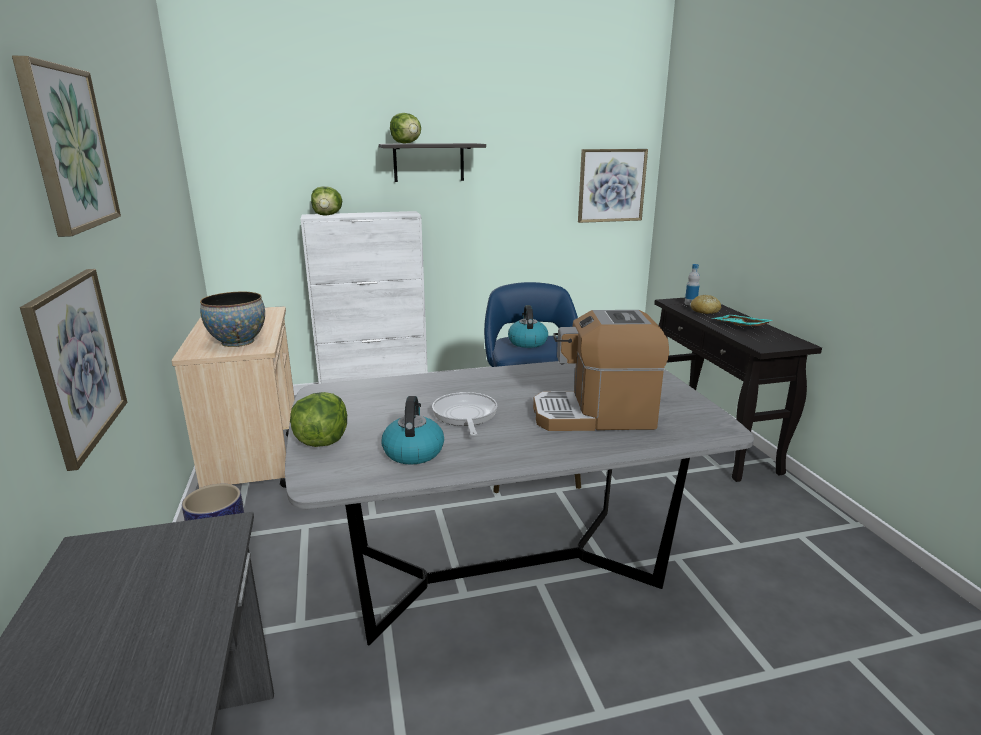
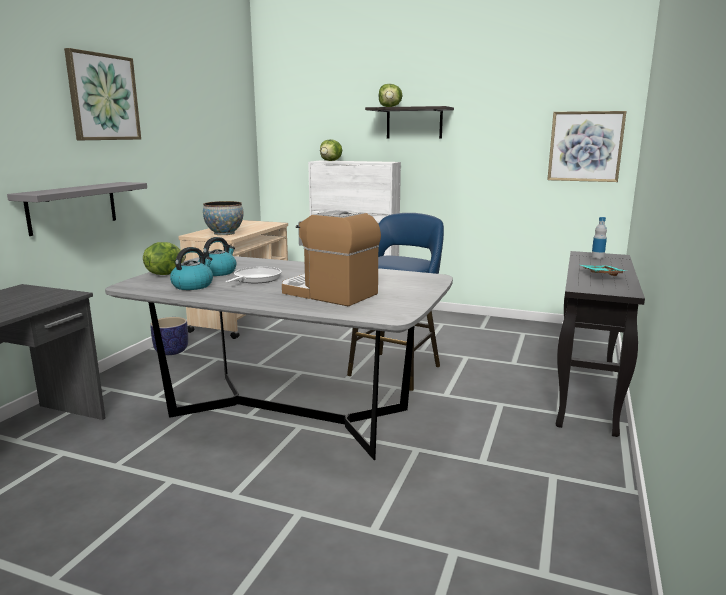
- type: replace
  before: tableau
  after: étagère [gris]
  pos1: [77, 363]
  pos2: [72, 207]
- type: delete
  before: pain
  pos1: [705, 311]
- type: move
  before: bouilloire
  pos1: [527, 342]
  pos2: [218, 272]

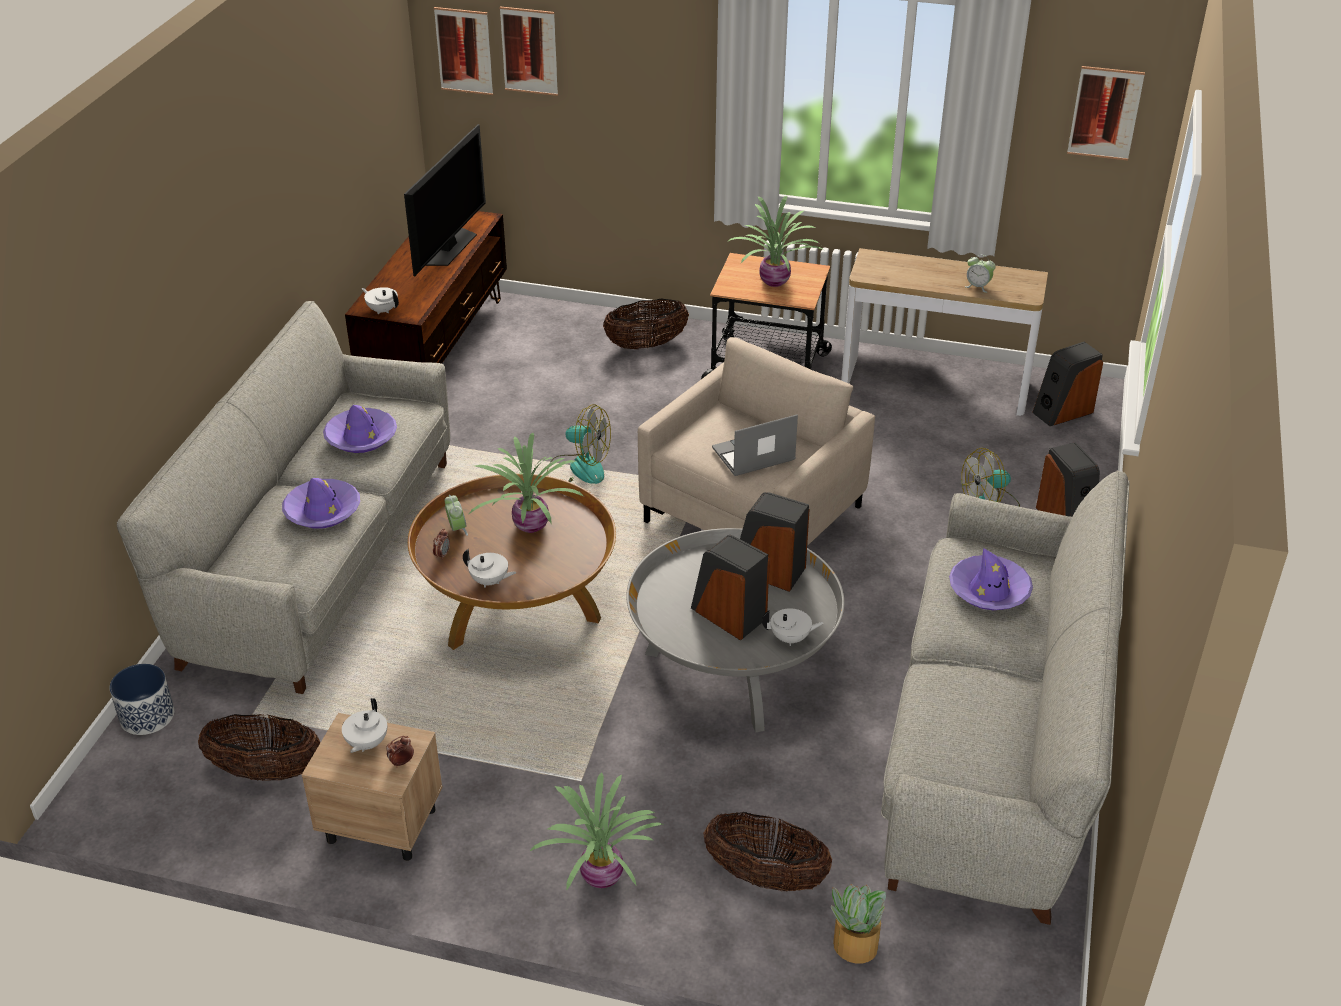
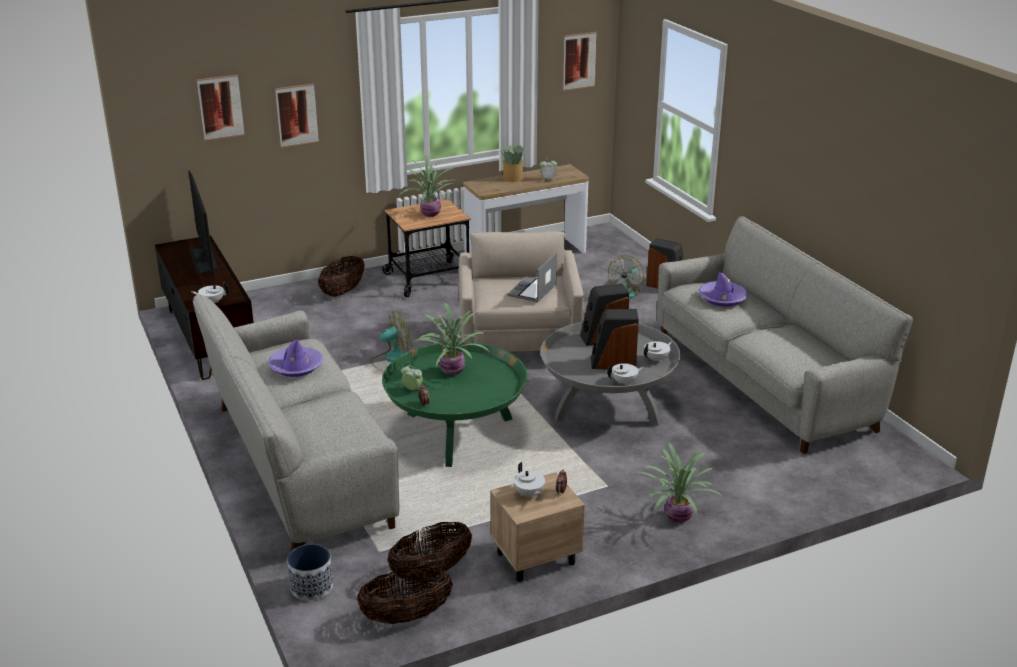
- type: move
  before: tableau
  pos1: [464, 51]
  pos2: [297, 115]
- type: delete
  before: enceinte
  pos1: [1062, 411]
- type: recolor
  before: table basse [marron]
  after: table basse [vert]
  pos1: [517, 606]
  pos2: [456, 432]
- type: delete
  before: chapeau [violet]
  pos1: [322, 511]
- type: move
  before: théière [blanc]
  pos1: [490, 581]
  pos2: [624, 382]
- type: move
  before: panier
  pos1: [765, 877]
  pos2: [406, 616]
- type: move
  before: plante en pot
  pos1: [854, 945]
  pos2: [512, 178]

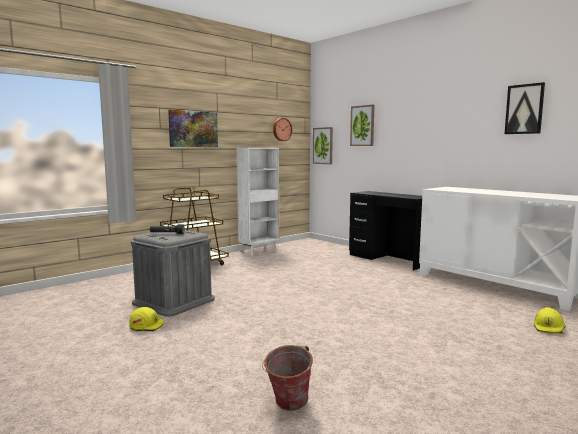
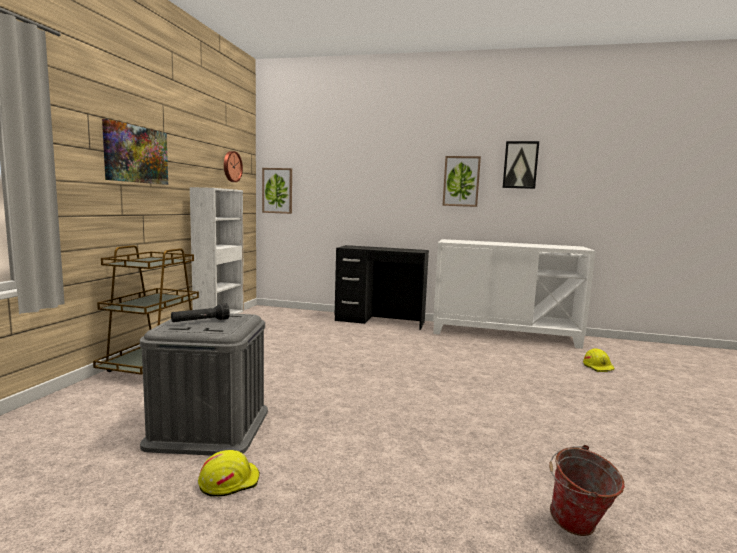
- type: move
  before: tableau
  pos1: [362, 126]
  pos2: [461, 181]

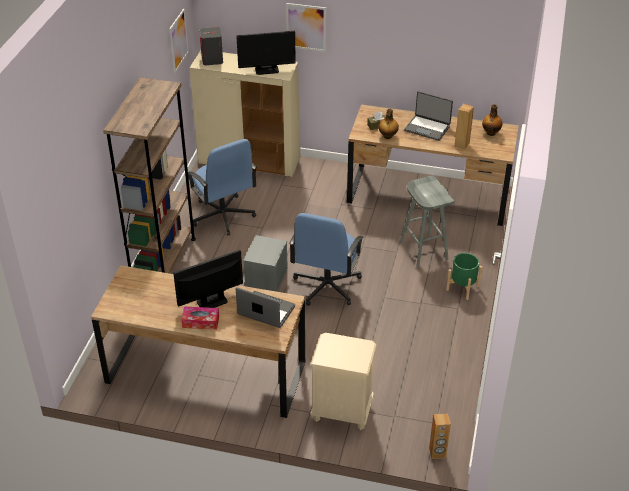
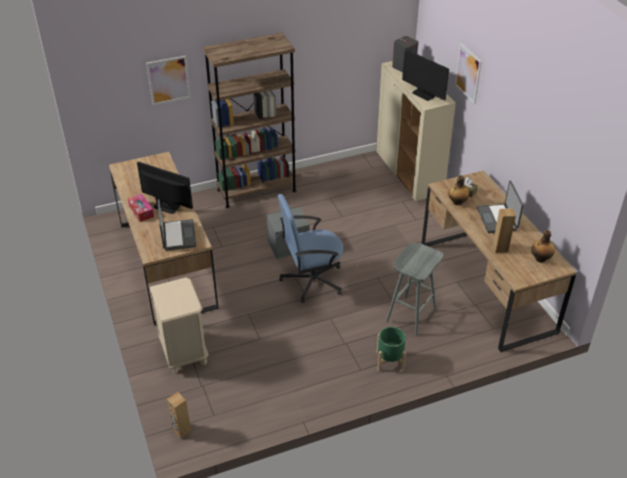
- type: move
  before: tableau
  pos1: [178, 40]
  pos2: [169, 80]
- type: delete
  before: chaise de bureau [bleu]
  pos1: [223, 216]

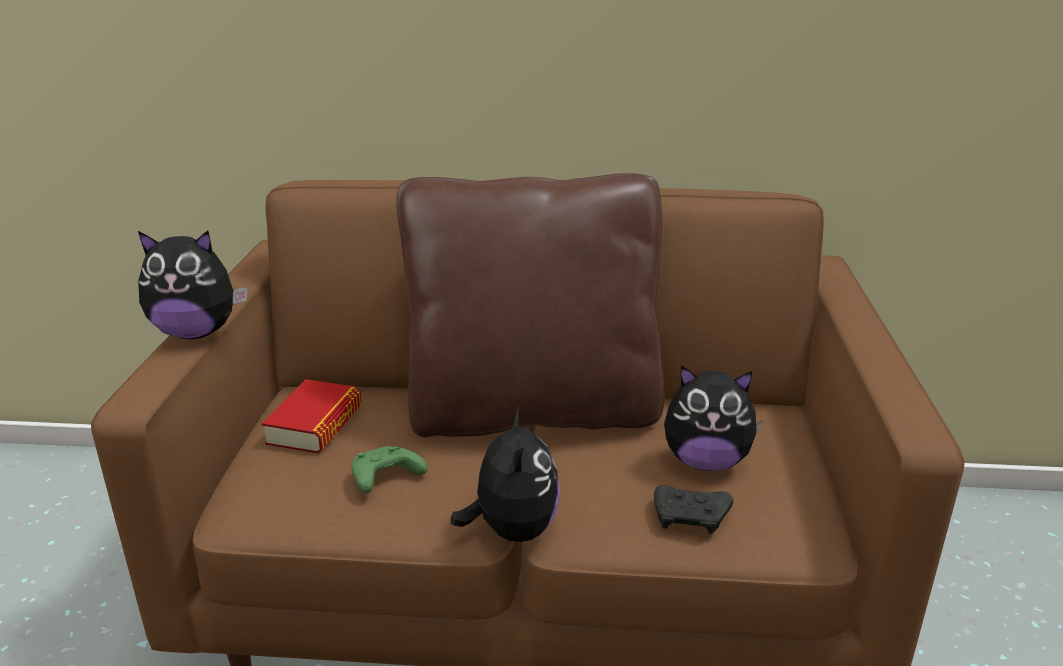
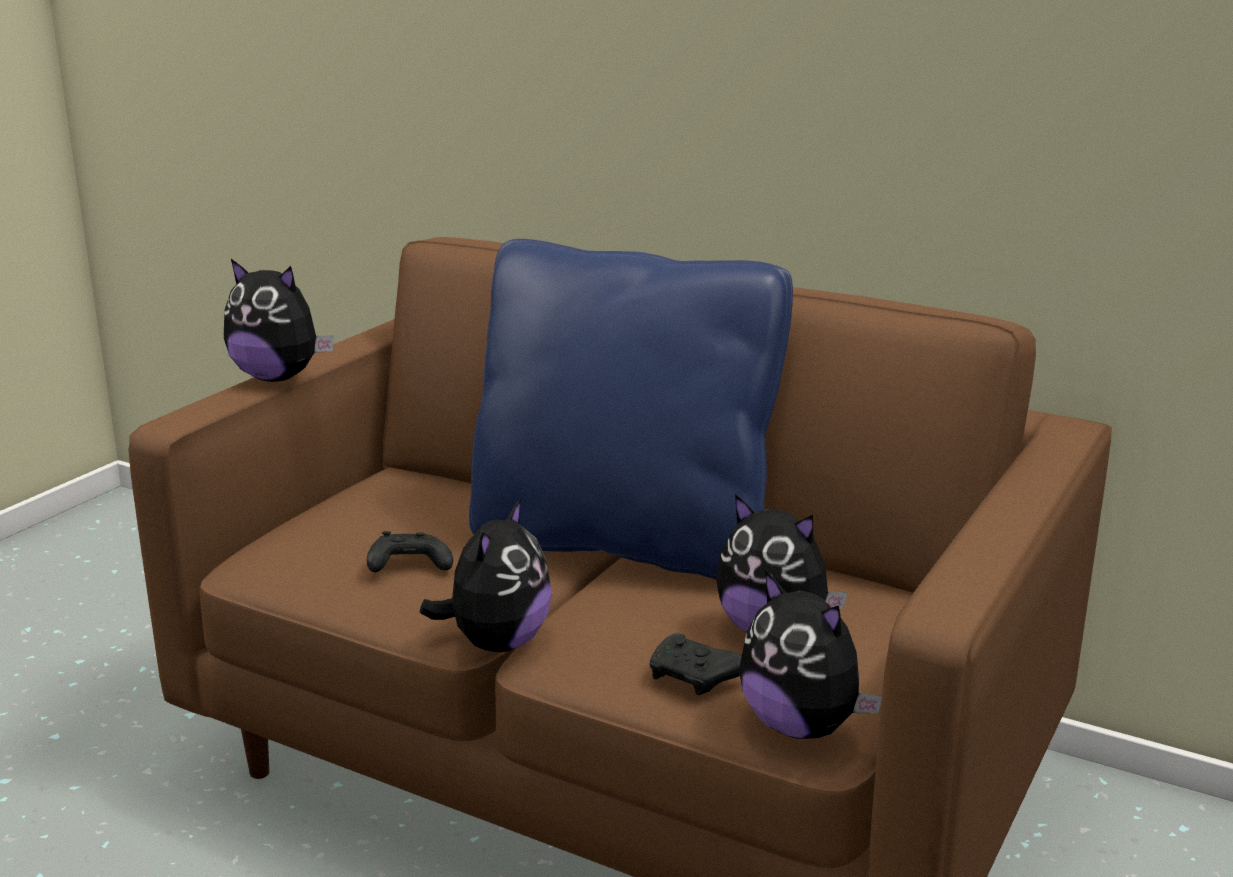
- type: recolor
  before: coussin [marron]
  after: coussin [bleu]
  pos1: [533, 410]
  pos2: [623, 540]
- type: delete
  before: livre
  pos1: [315, 425]
- type: recolor
  before: manette [vert]
  after: manette [noir]
  pos1: [384, 479]
  pos2: [407, 567]
- type: insert
  after: peluche
  pos2: [801, 726]

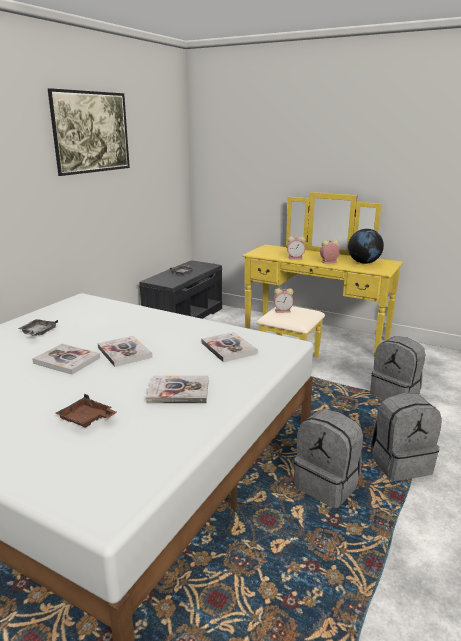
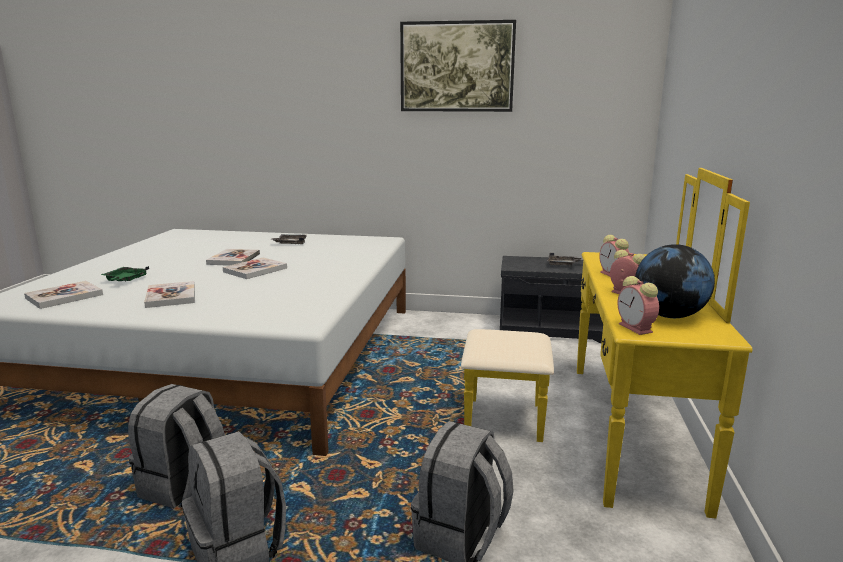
- type: move
  before: réveil
  pos1: [283, 311]
  pos2: [636, 328]
- type: move
  before: livre
  pos1: [228, 348]
  pos2: [64, 296]
- type: recolor
  before: plateau [marron]
  after: plateau [vert]
  pos1: [86, 419]
  pos2: [125, 280]

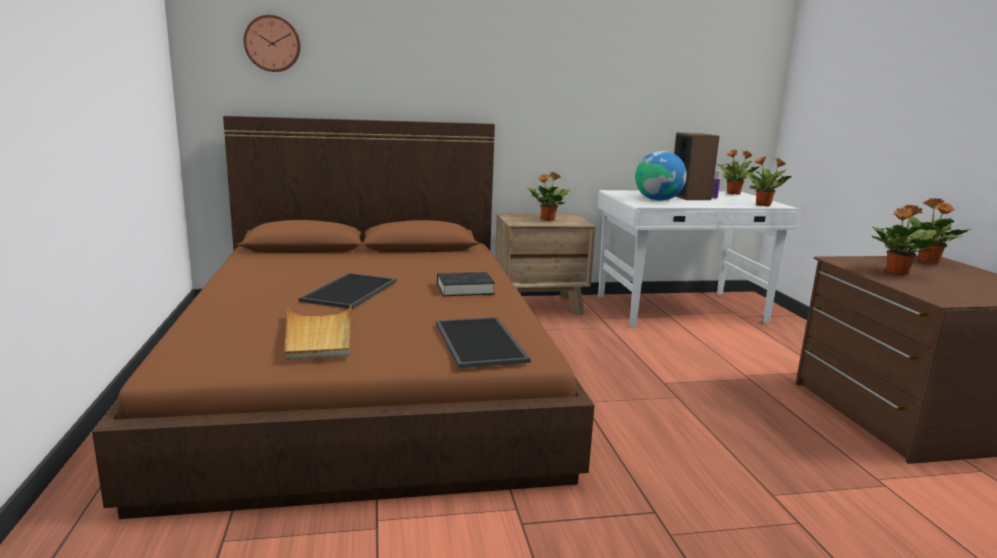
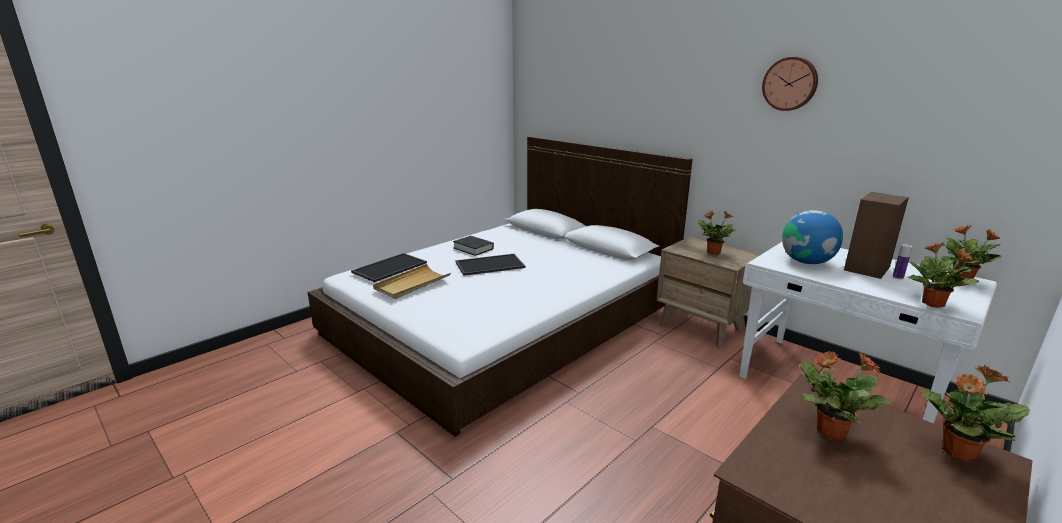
- type: move
  before: horloge murale
  pos1: [272, 44]
  pos2: [790, 84]
- type: recolor
  before: lit [marron]
  after: lit [blanc]
  pos1: [366, 369]
  pos2: [506, 318]
- type: move
  before: livre [noir]
  pos1: [465, 289]
  pos2: [473, 248]
- type: move
  before: plateau
  pos1: [482, 342]
  pos2: [390, 268]

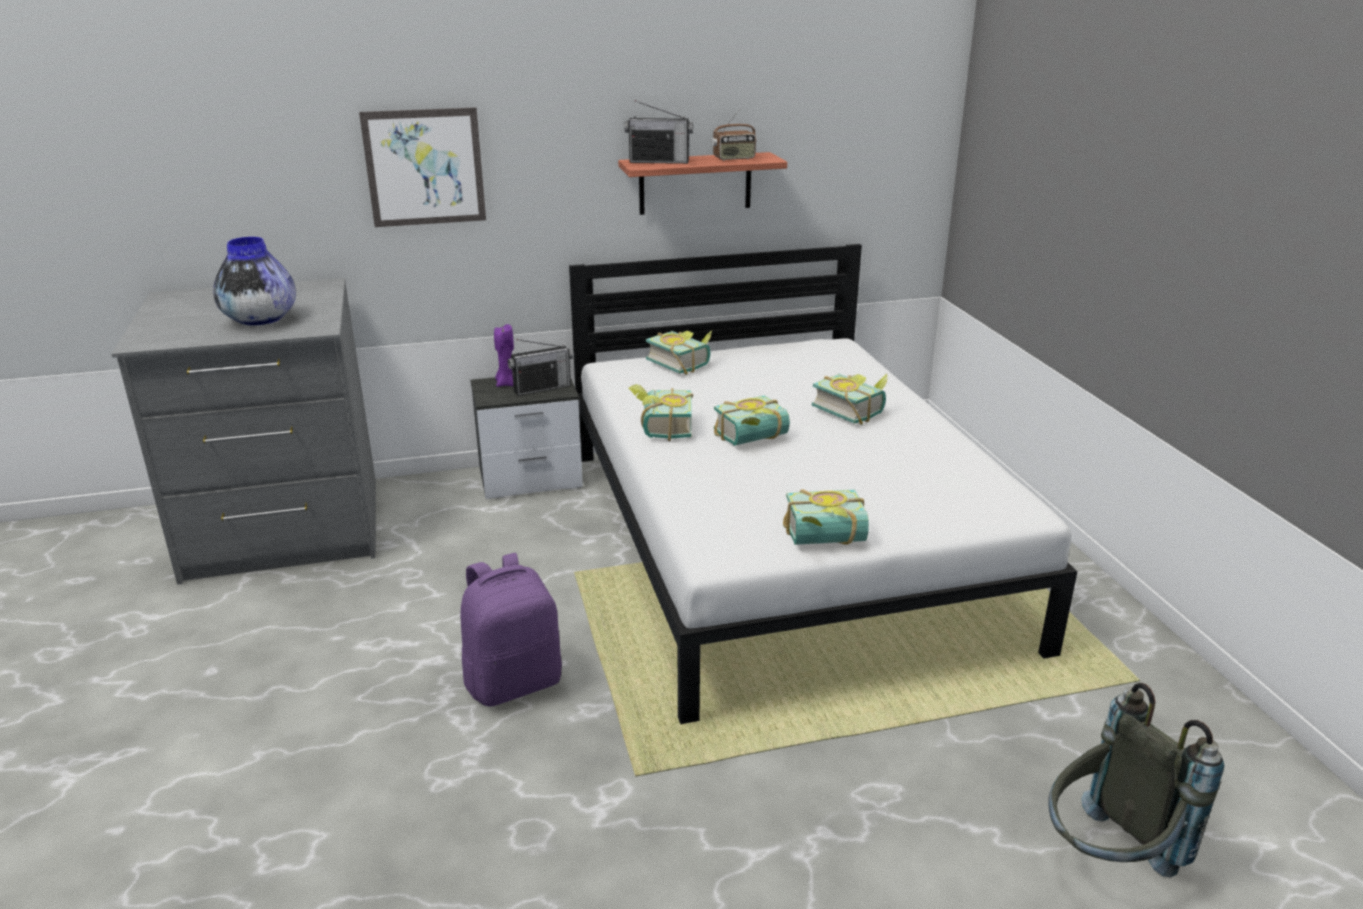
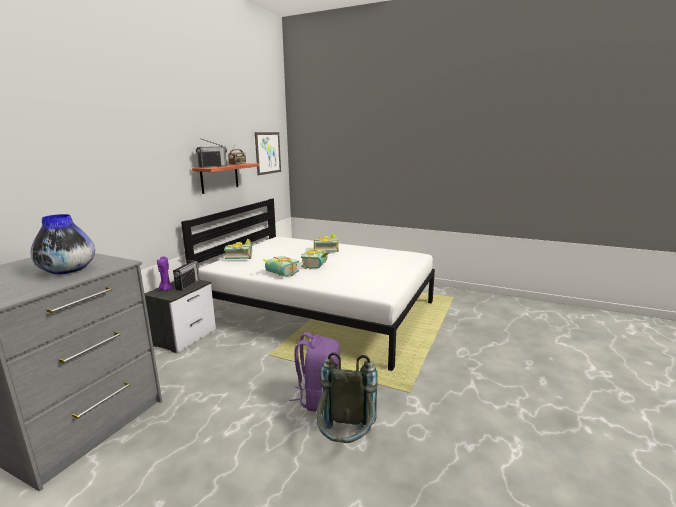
- type: move
  before: tableau
  pos1: [424, 167]
  pos2: [268, 153]
- type: delete
  before: livre
  pos1: [826, 540]
- type: move
  before: sac à dos [gris]
  pos1: [1106, 860]
  pos2: [345, 442]

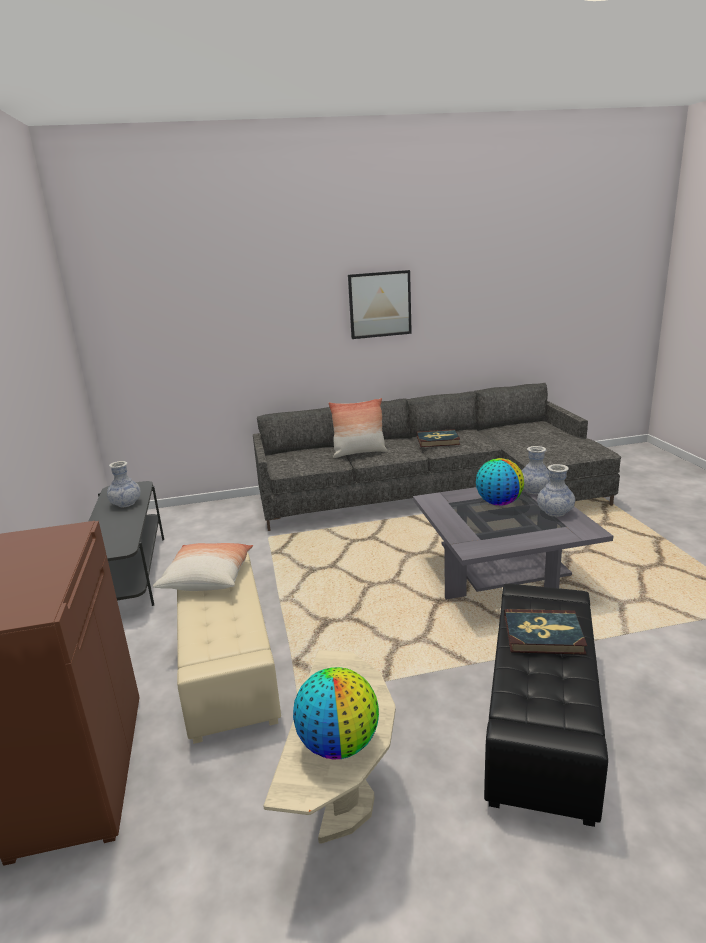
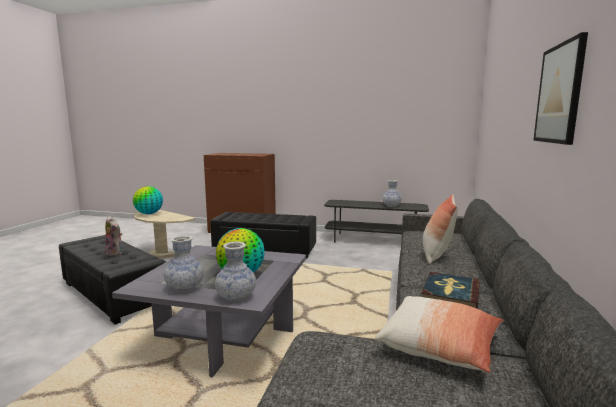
- type: move
  before: coussin
  pos1: [207, 578]
  pos2: [439, 347]
- type: recolor
  before: pouf [beige]
  after: pouf [noir]
  pos1: [227, 663]
  pos2: [265, 249]
- type: replace
  before: livre
  after: peluche
  pos1: [543, 635]
  pos2: [115, 253]

